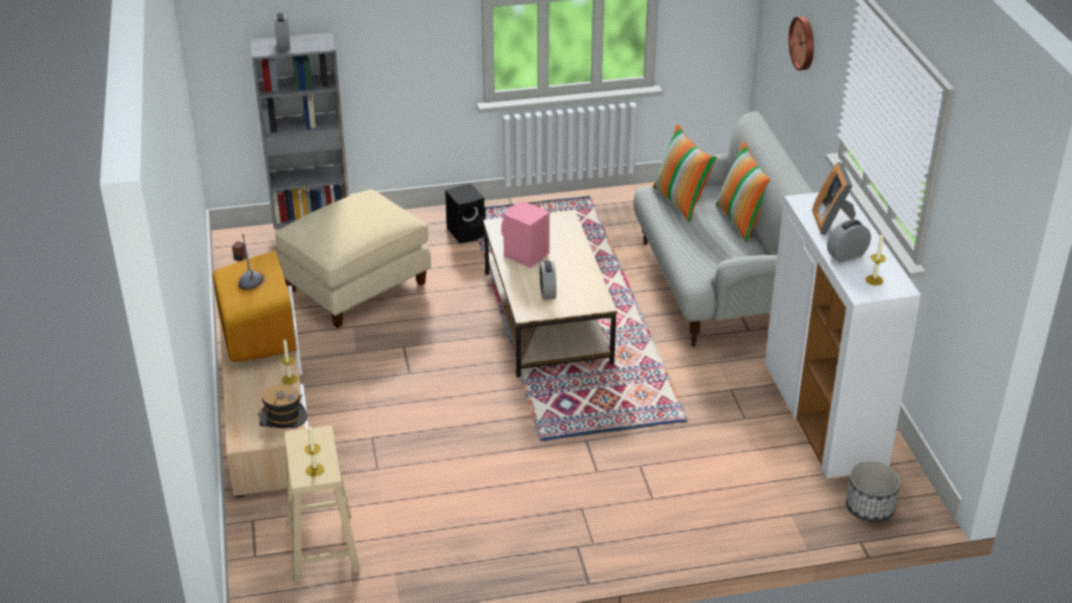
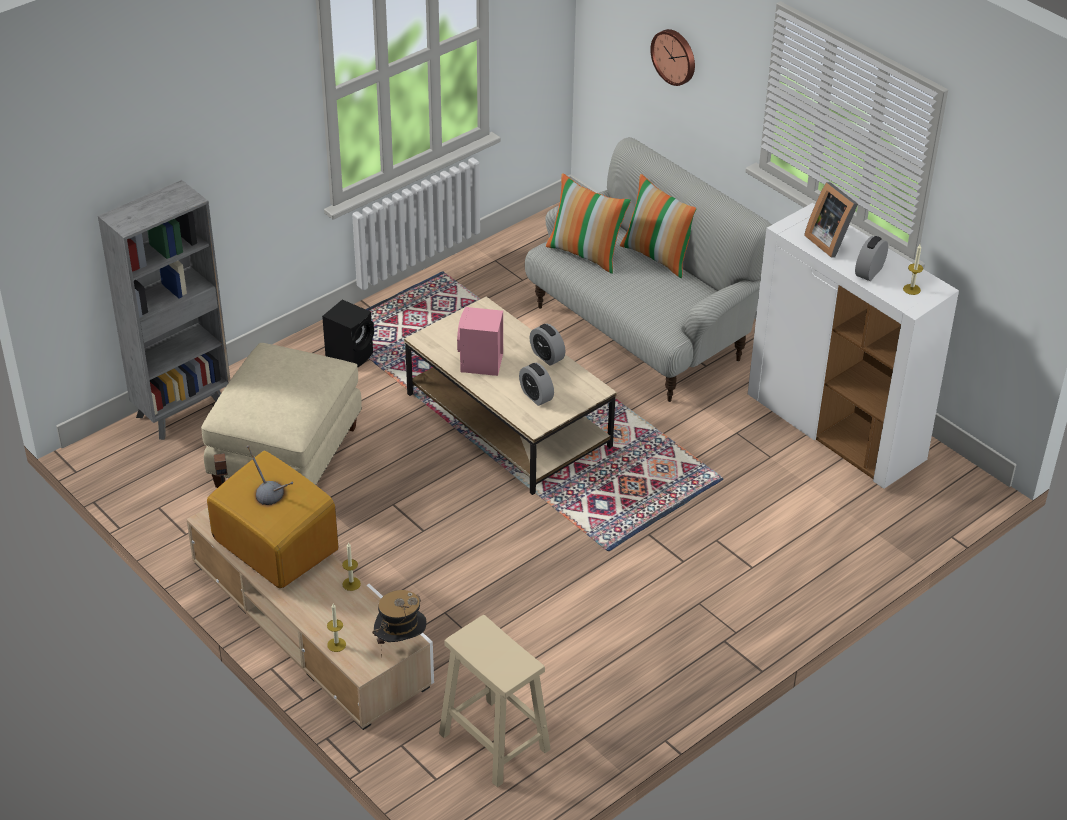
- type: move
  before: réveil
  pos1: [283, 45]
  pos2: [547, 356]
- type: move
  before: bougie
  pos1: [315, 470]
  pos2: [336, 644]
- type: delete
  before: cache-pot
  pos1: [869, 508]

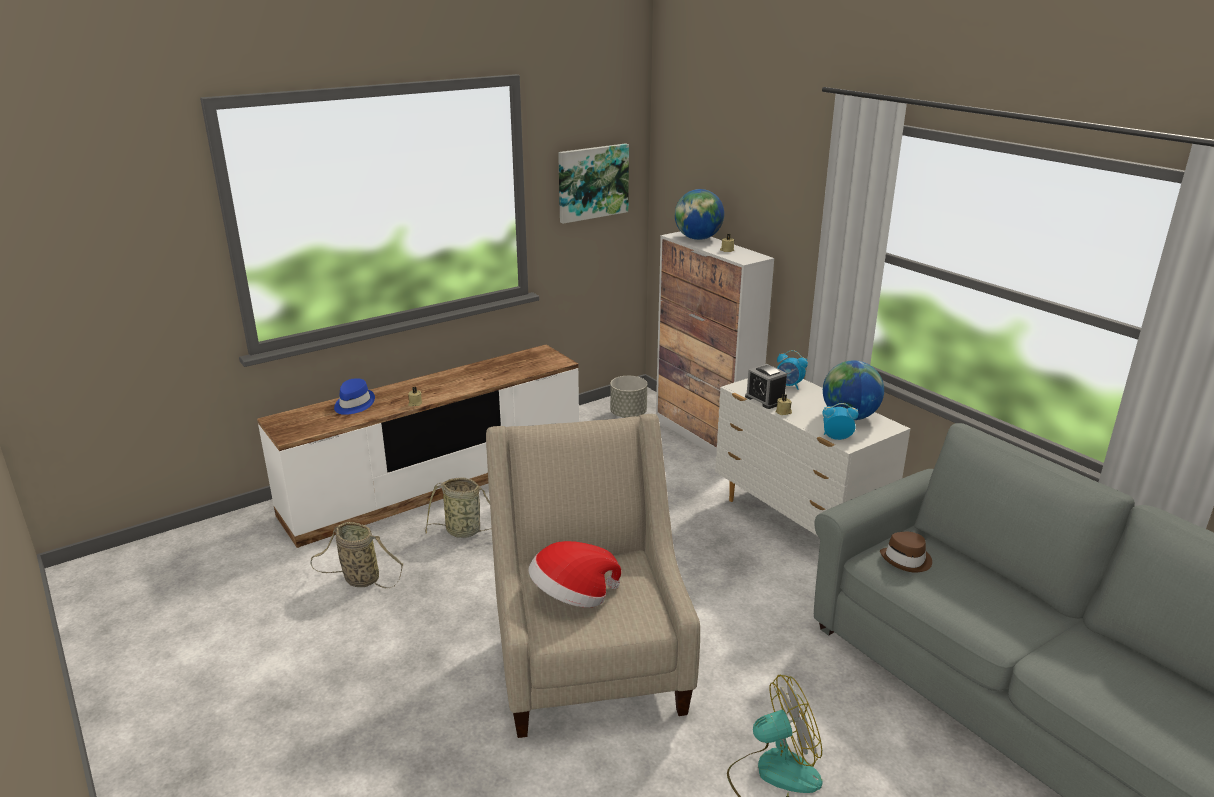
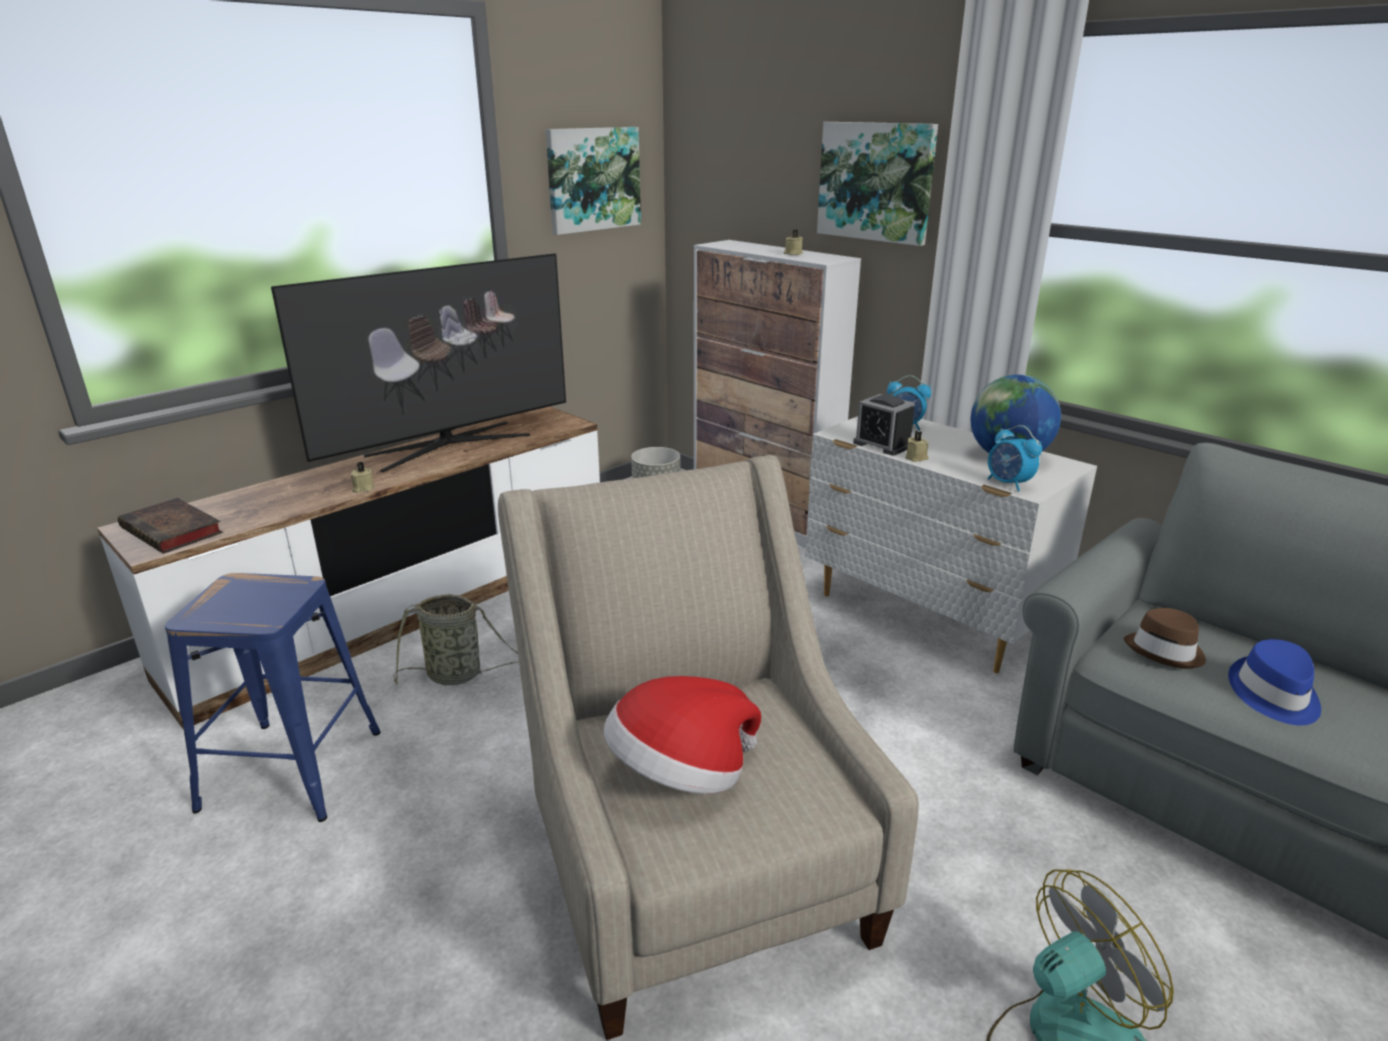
- type: delete
  before: globe
  pos1: [698, 238]
- type: move
  before: chapeau [bleu]
  pos1: [353, 404]
  pos2: [1273, 695]
- type: rotate
  before: réveil
  pos1: [836, 437]
  pos2: [1008, 484]
  turn: -120
- type: replace
  before: panier
  after: tabouret [bleu]
  pos1: [359, 579]
  pos2: [291, 770]
- type: insert
  after: tableau
  pos2: [876, 182]
- type: insert
  after: téléviseur
  pos2: [448, 445]
- type: insert
  after: livre
  pos2: [174, 531]

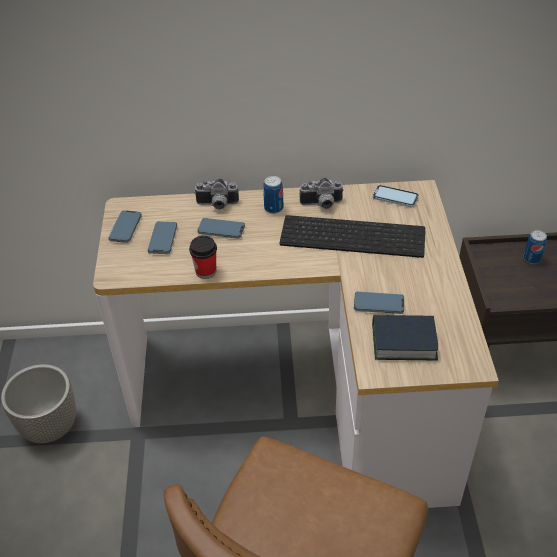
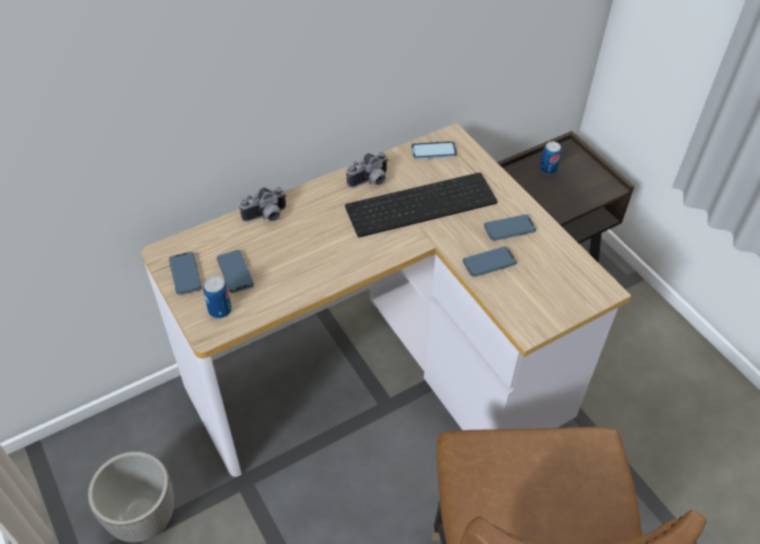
- type: move
  before: boîte métallique
  pos1: [273, 208]
  pos2: [220, 310]
- type: move
  before: téléphone
  pos1: [221, 230]
  pos2: [509, 229]
- type: delete
  before: tasse
  pos1: [206, 271]
- type: delete
  before: livre
  pos1: [403, 342]

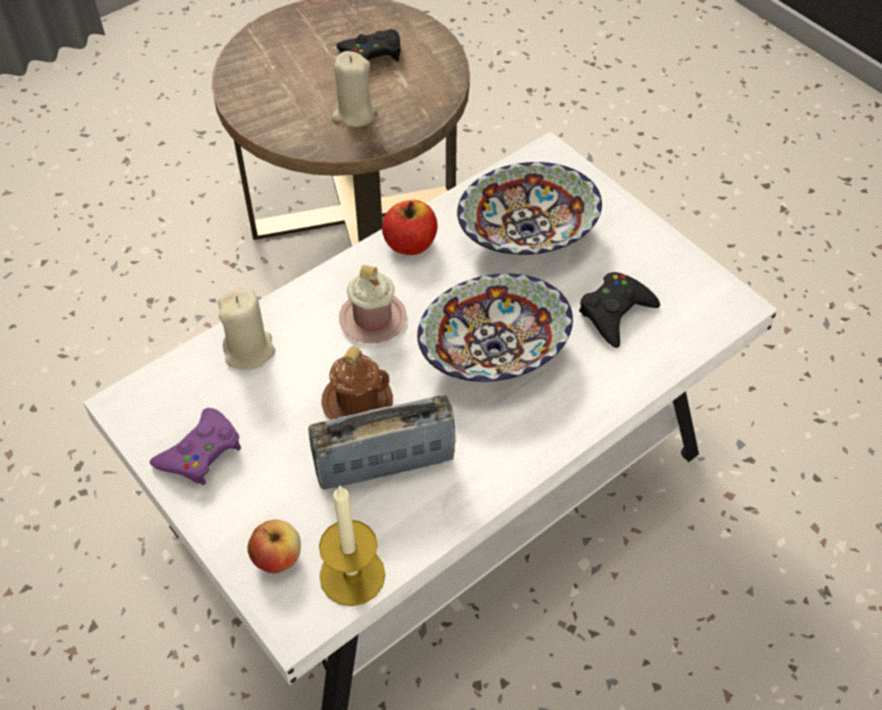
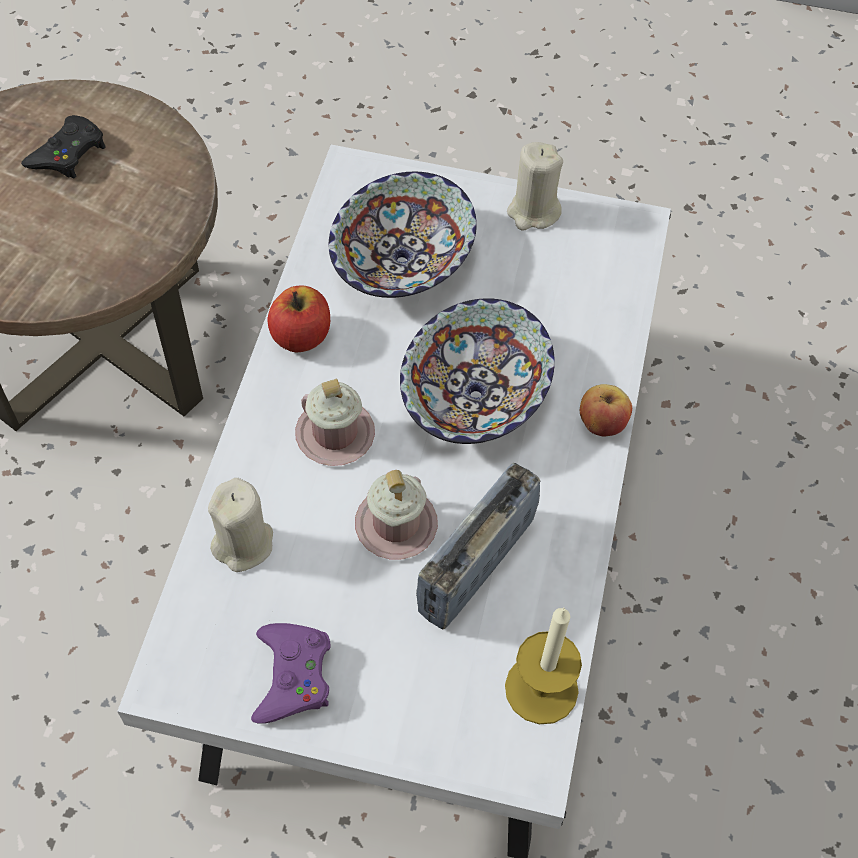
- type: move
  before: bougie [beige]
  pos1: [354, 114]
  pos2: [533, 212]
- type: delete
  before: manette [noir]
  pos1: [615, 313]
- type: recolor
  before: mug [marron]
  after: mug [rose]
  pos1: [357, 402]
  pos2: [396, 525]
- type: move
  before: pomme
  pos1: [277, 557]
  pos2: [601, 423]

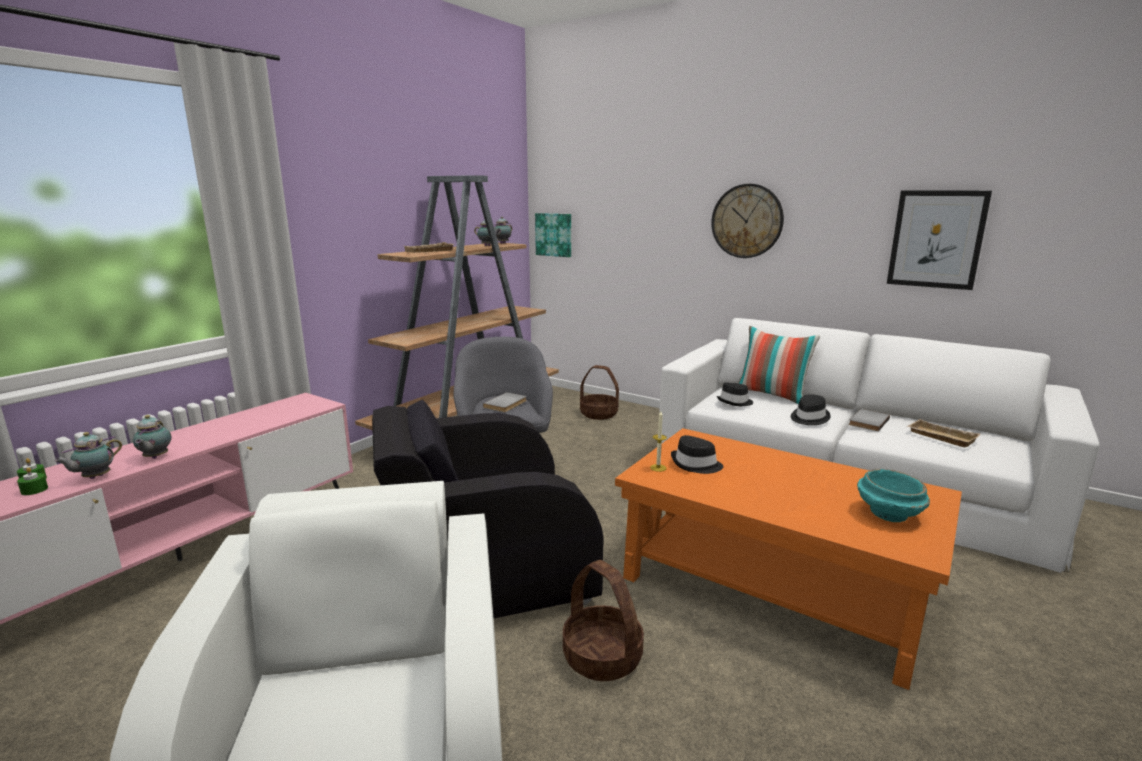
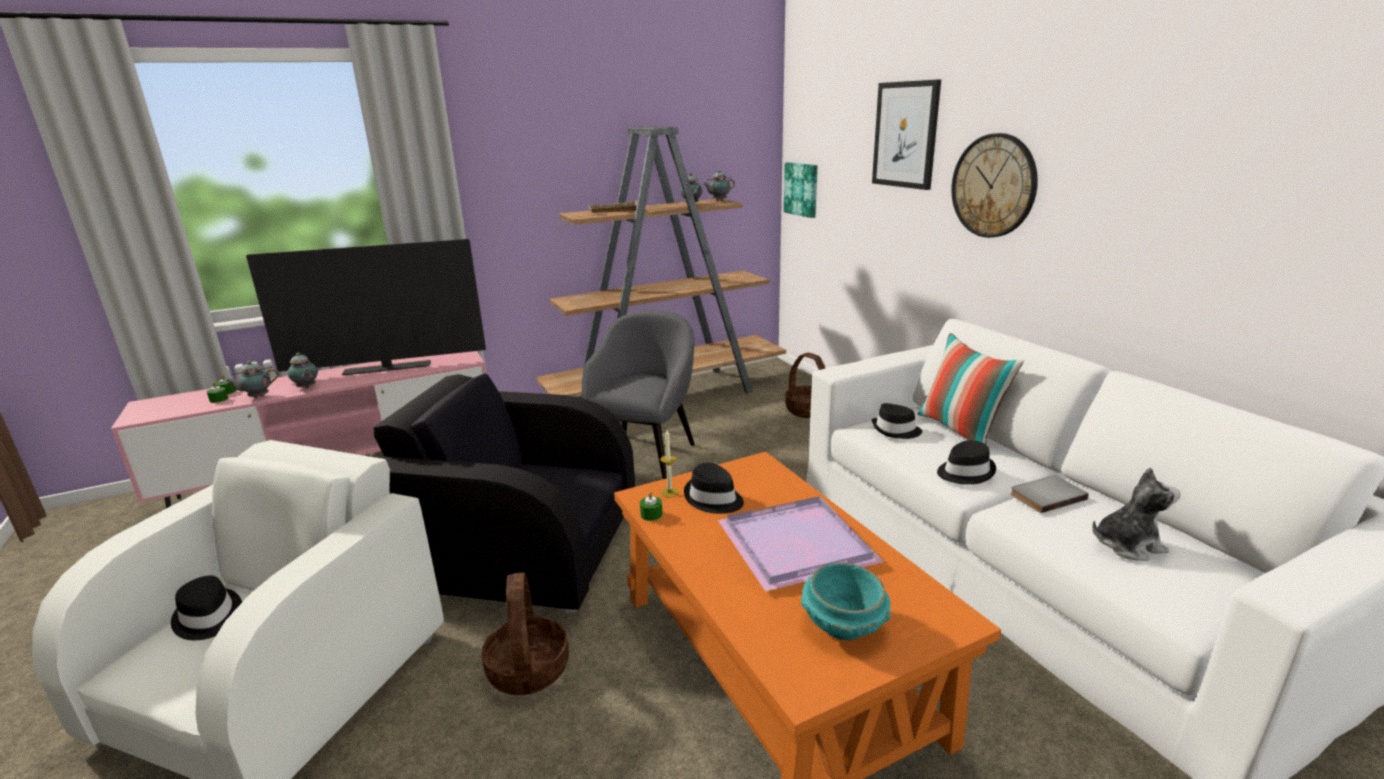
- type: move
  before: tableau
  pos1: [936, 239]
  pos2: [906, 135]
- type: delete
  before: livre [gris]
  pos1: [507, 404]
- type: rotate
  before: théière
  pos1: [155, 457]
  pos2: [306, 388]
  turn: -60
- type: replace
  before: plateau [beige]
  after: peluche
  pos1: [939, 437]
  pos2: [1127, 545]
- type: insert
  after: téléviseur
  pos2: [387, 368]
- type: insert
  after: bougie [vert]
  pos2: [651, 514]
- type: insert
  after: plateau [violet]
  pos2: [795, 547]
- type: insert
  after: chapeau [noir]
  pos2: [208, 618]

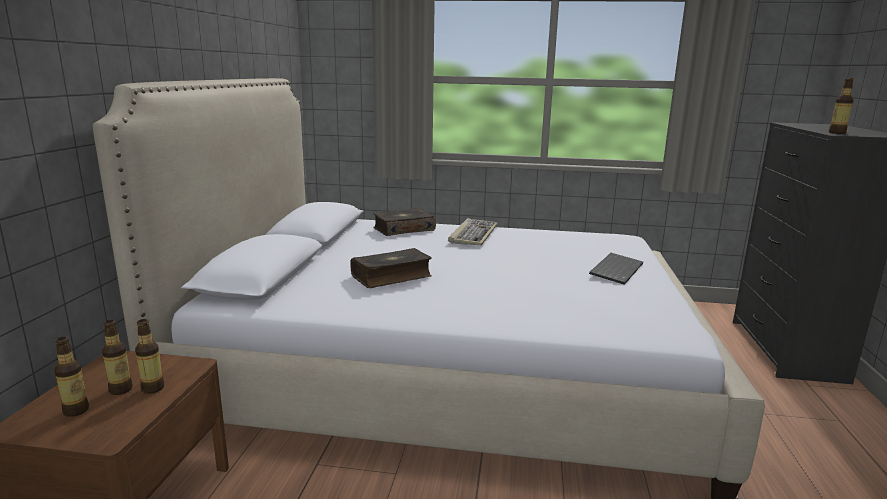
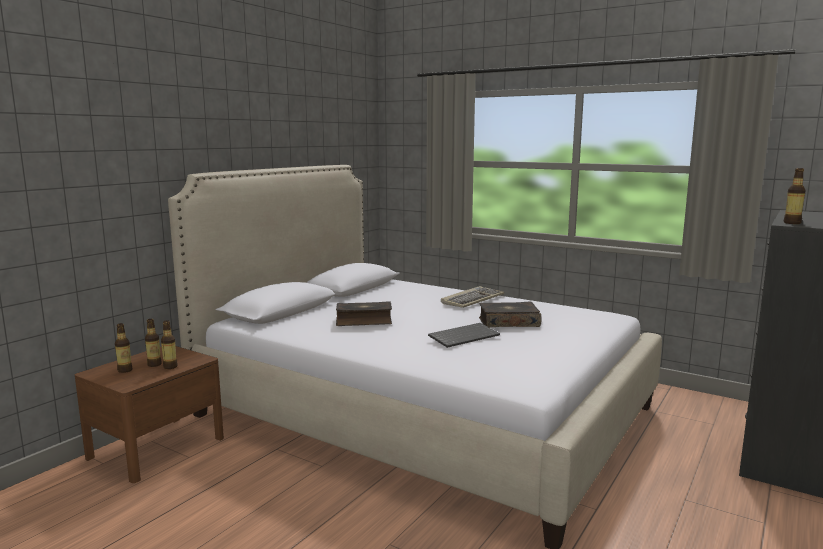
- type: move
  before: livre
  pos1: [403, 229]
  pos2: [508, 322]
- type: move
  before: clavier
  pos1: [615, 269]
  pos2: [464, 336]

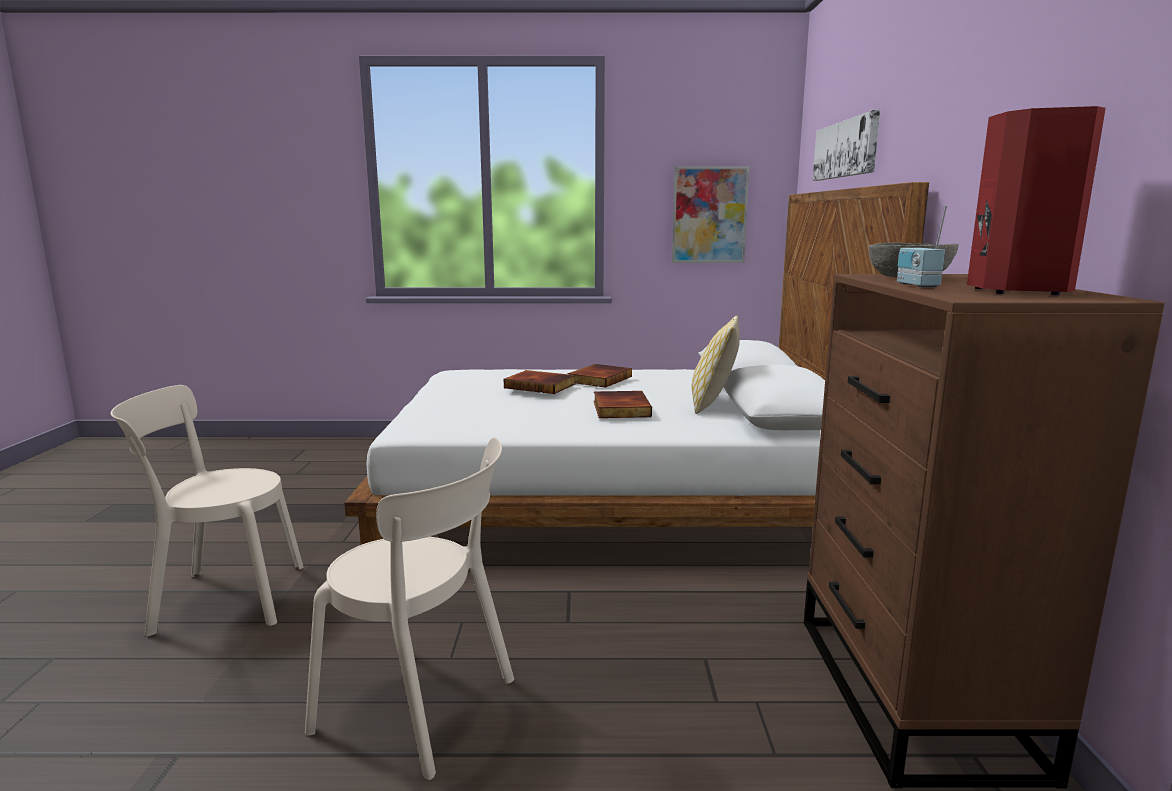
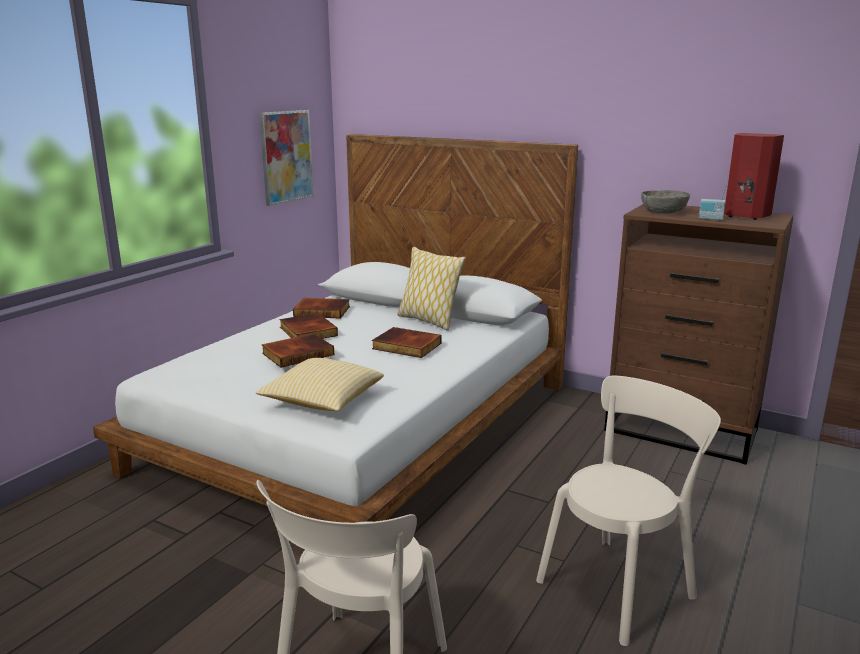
- type: delete
  before: tableau
  pos1: [846, 149]
- type: insert
  after: livre
  pos2: [322, 311]
- type: insert
  after: coussin
  pos2: [322, 401]

